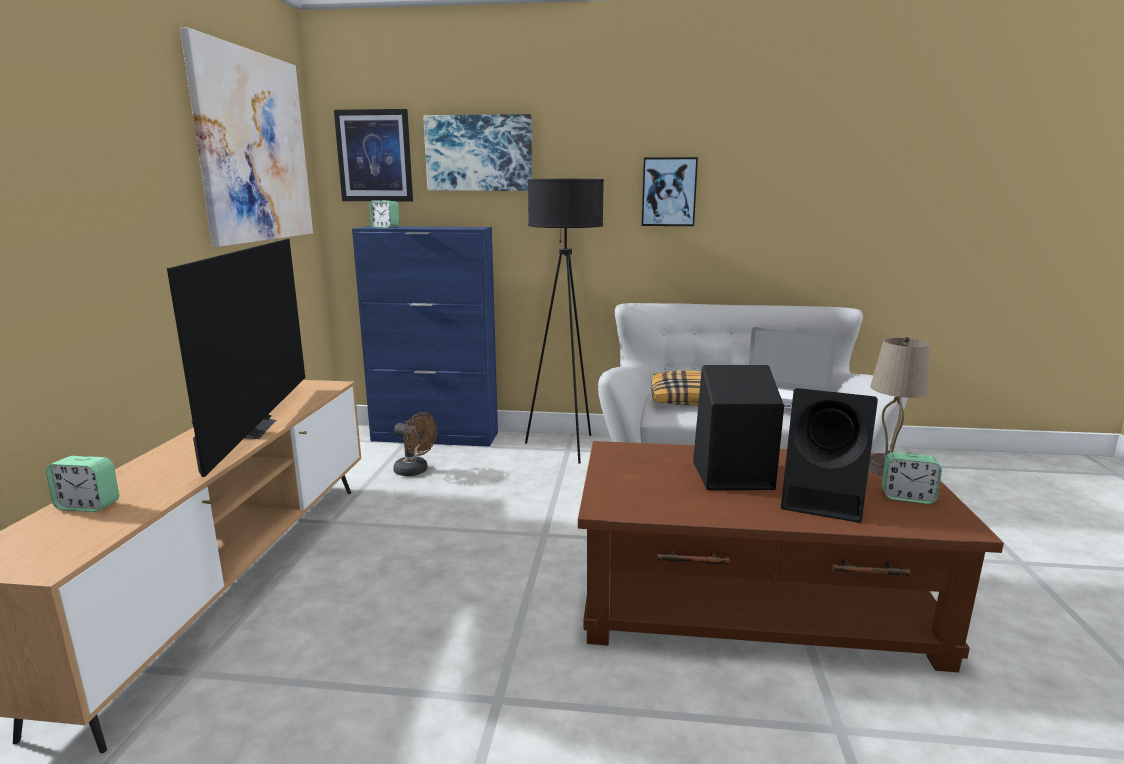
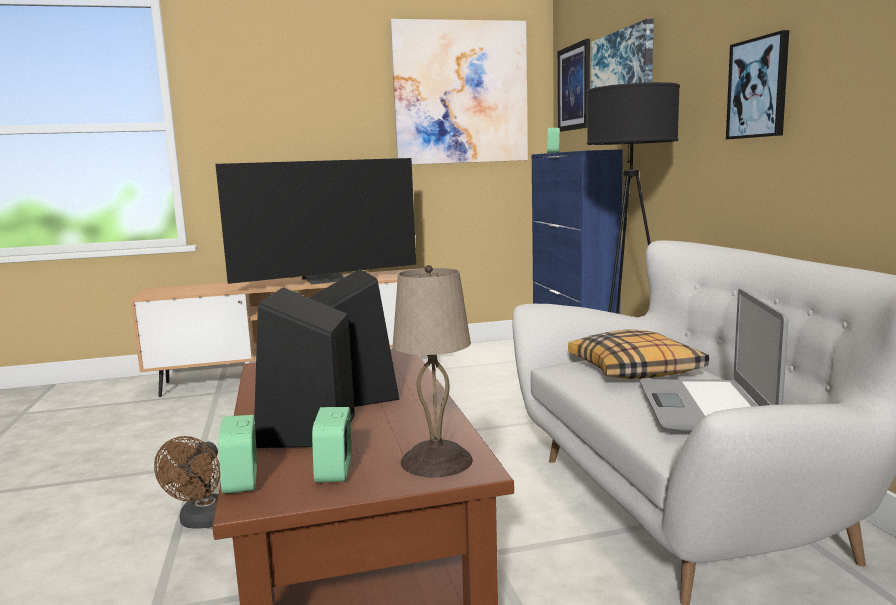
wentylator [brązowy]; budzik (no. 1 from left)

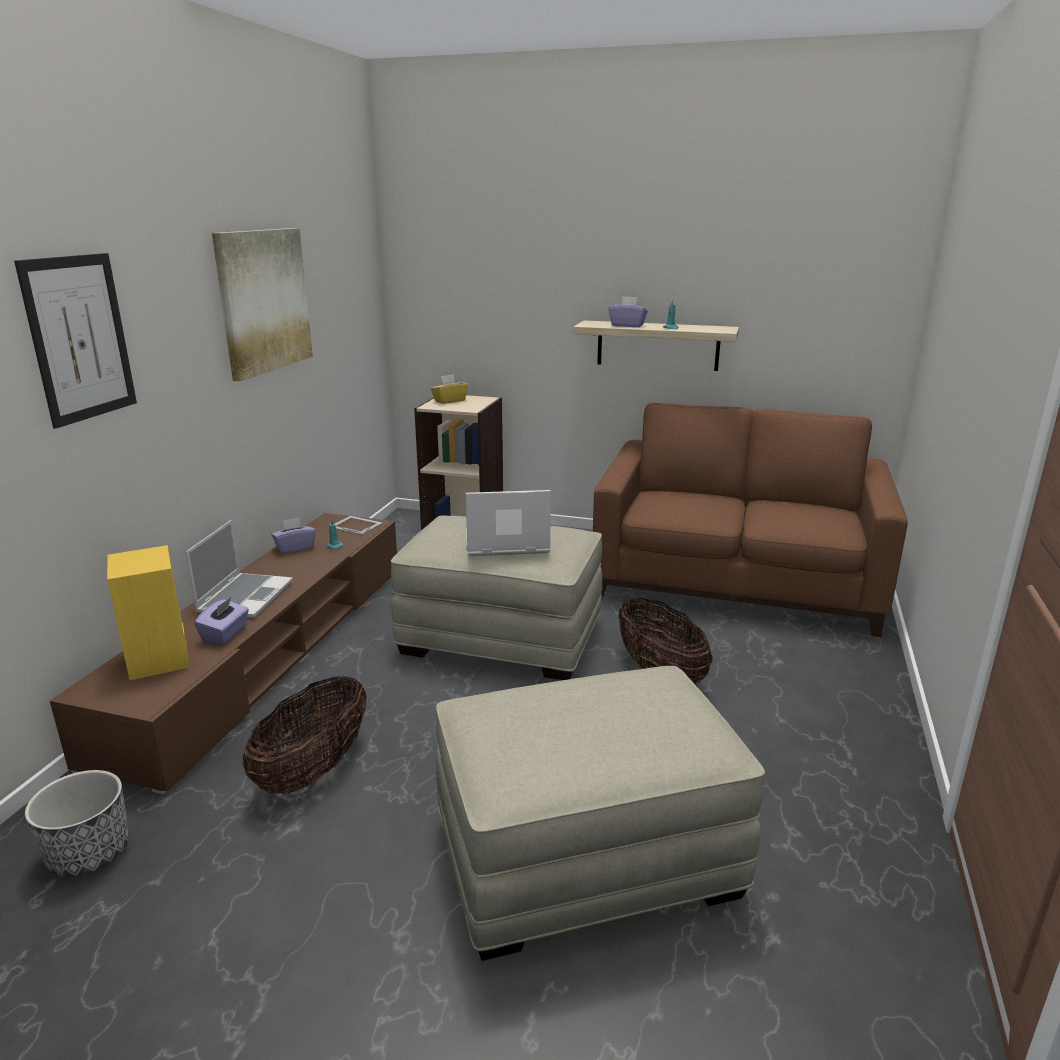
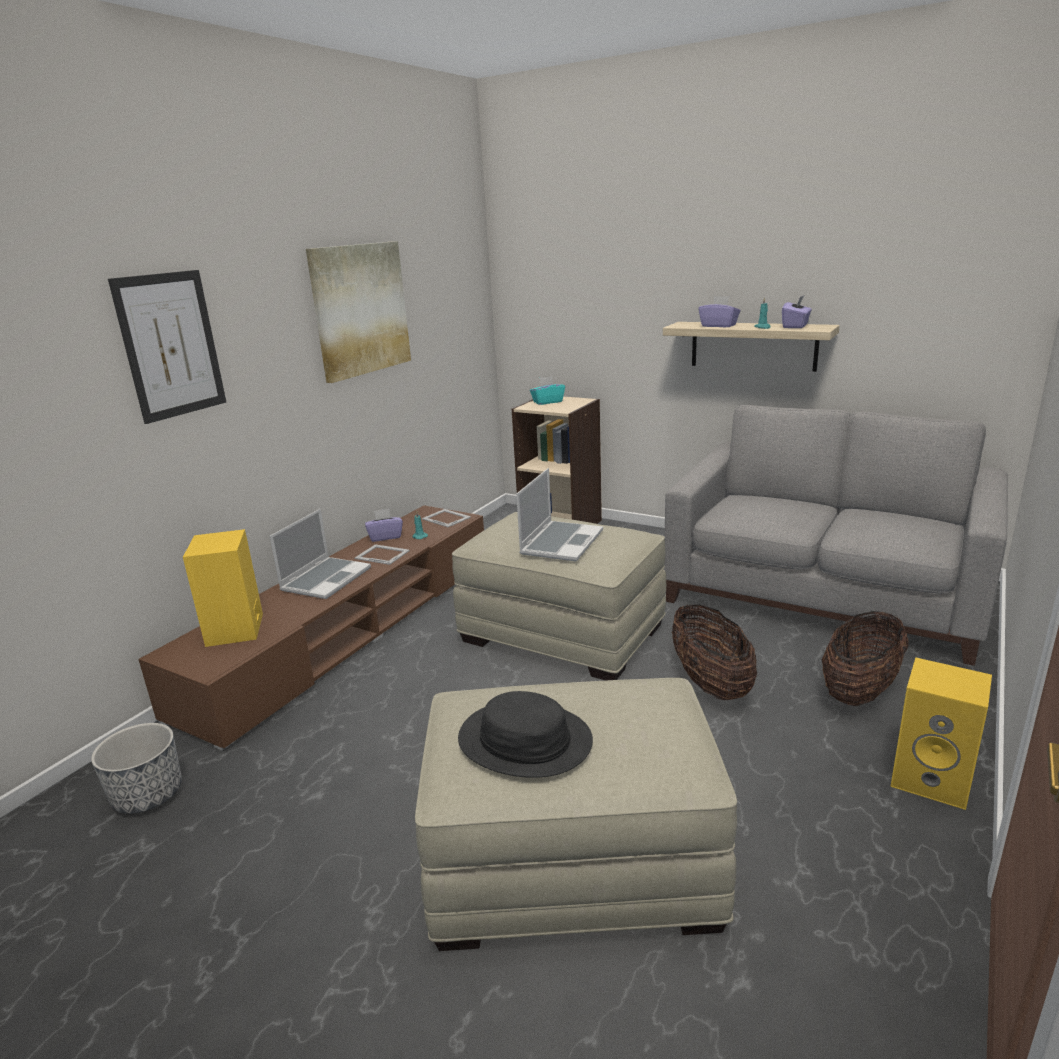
ramka na zdjęcie (no. 1 from left); kapelusz [czarny]; laptop (no. 2 from left); pudełko chusteczek [turkusowy]; kanapa [szary]; pudełko chusteczek [fioletowy] (no. 3 from left); koszyk (no. 2 from left); głośnik [żółty] (no. 2 from left)

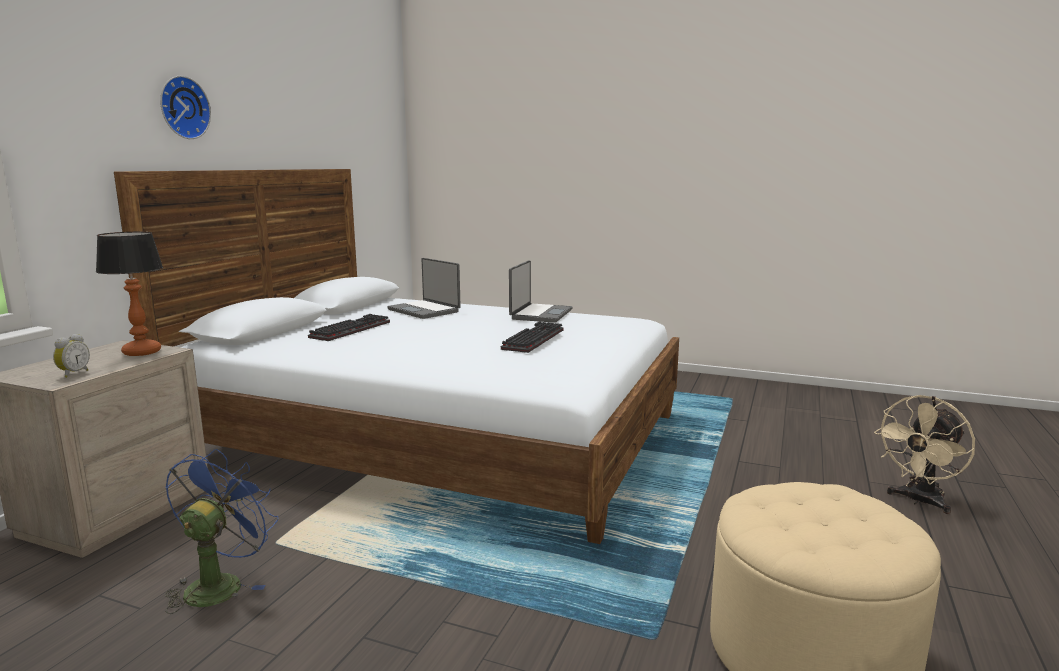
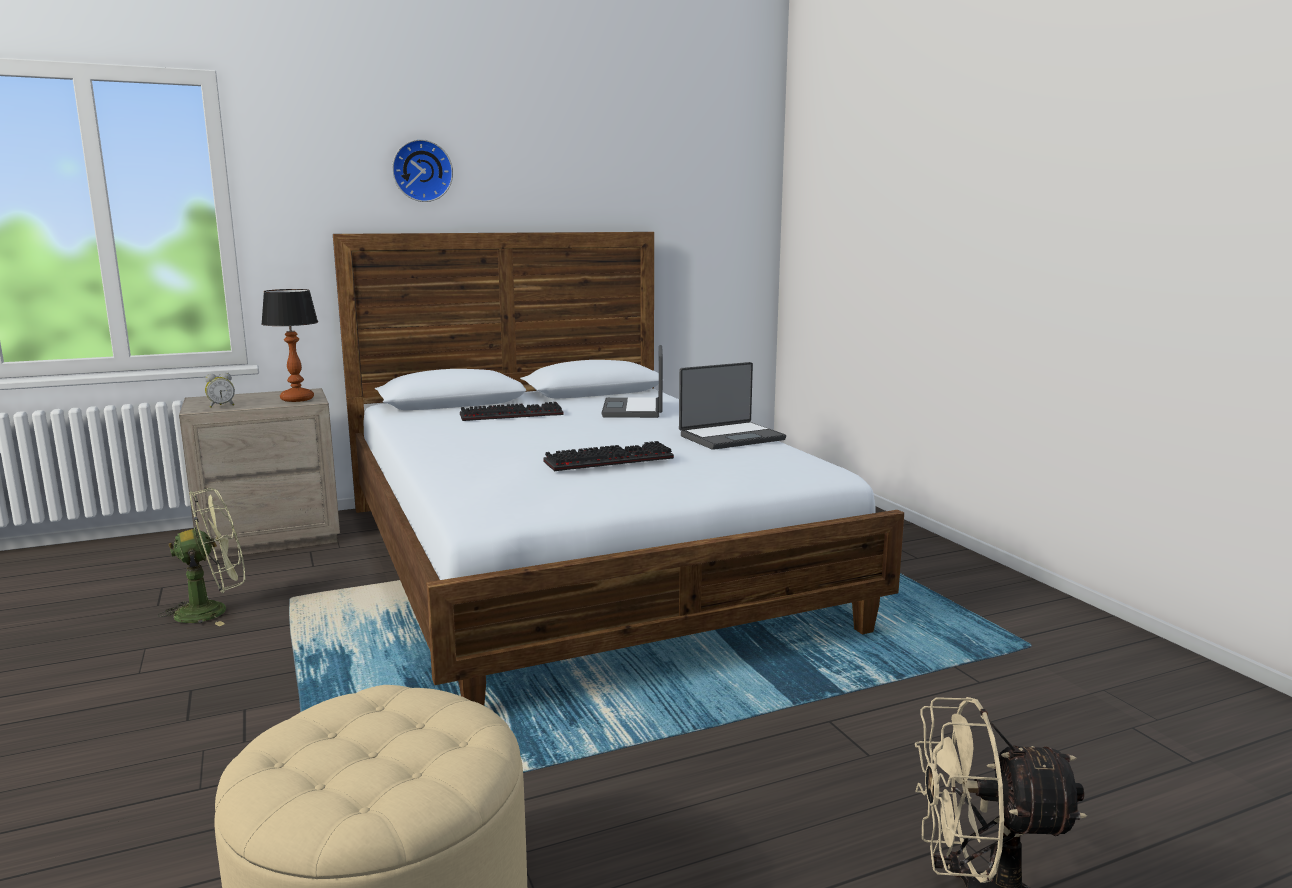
wentylator [zielony]

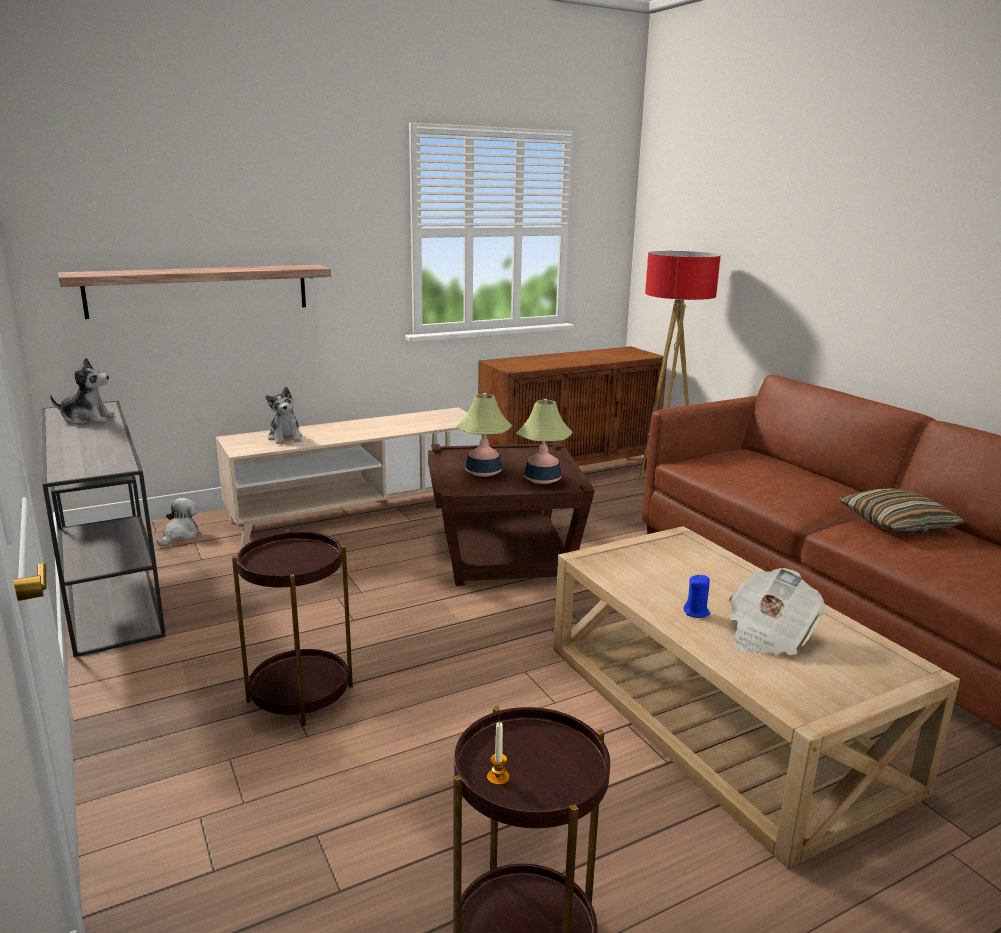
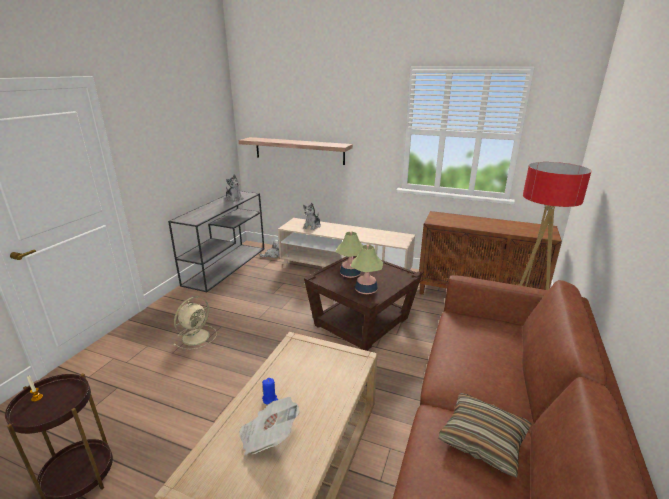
wentylator [beżowy]

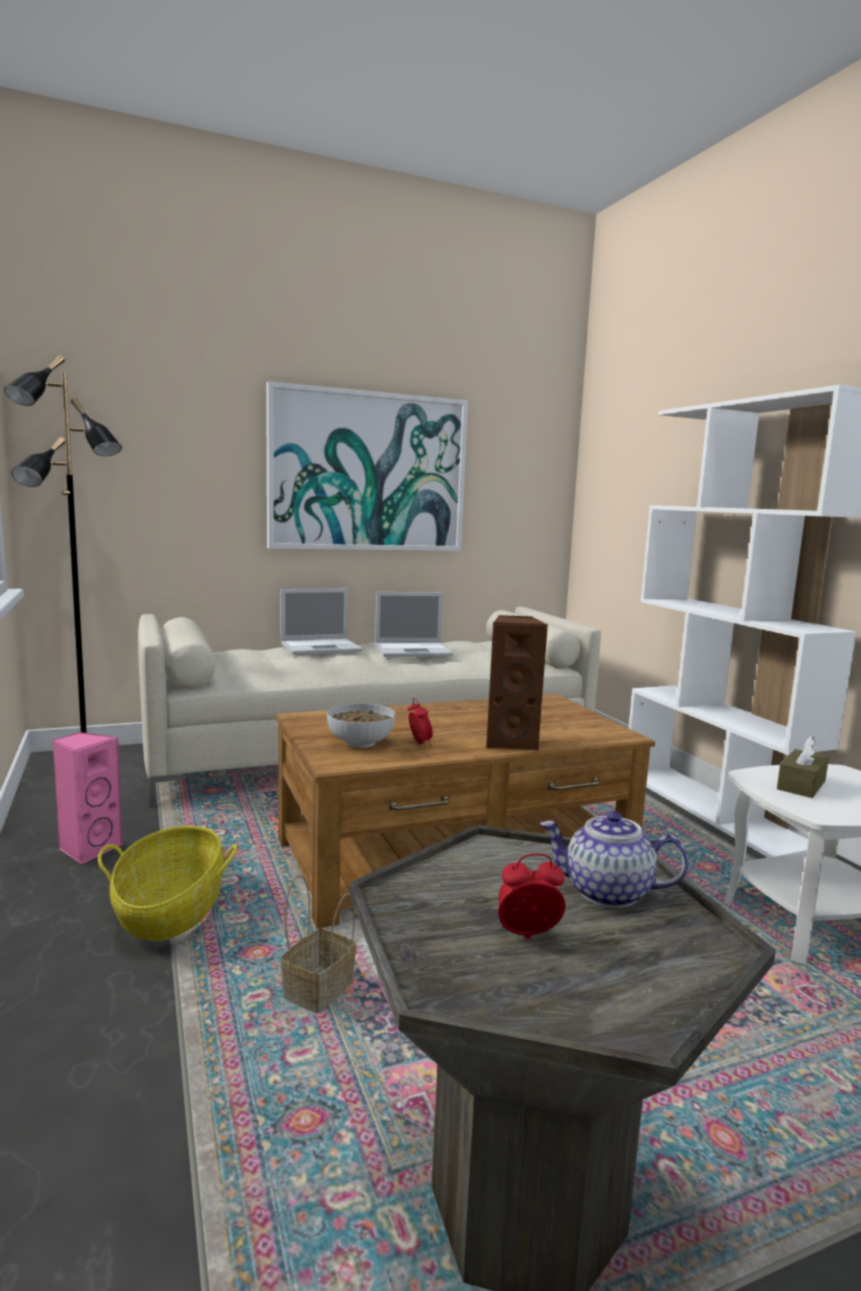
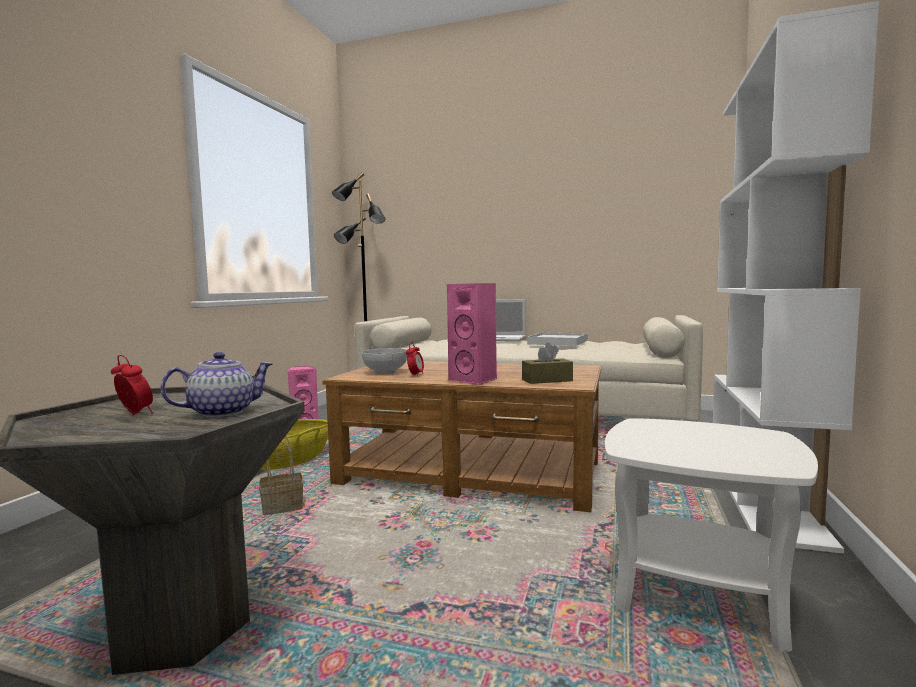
imbryk; głośnik [różowy] (no. 2 from left); pudełko chusteczek [brązowy]; taca [biały]; obraz

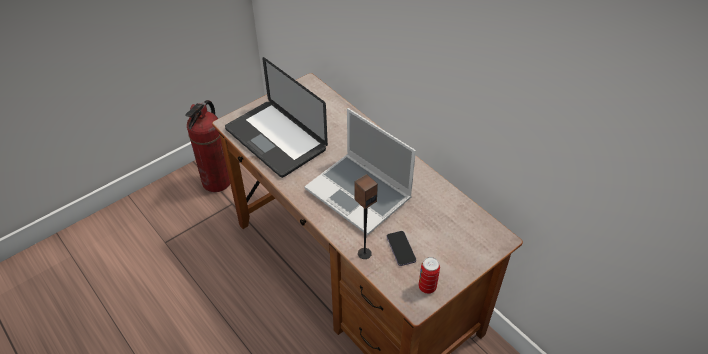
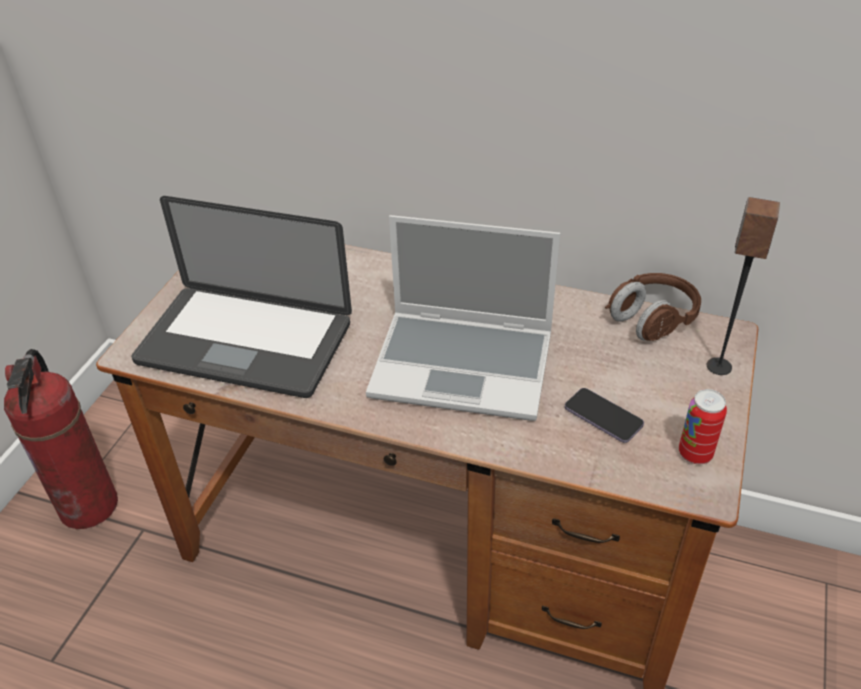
słuchawki [brązowy]; głośnik

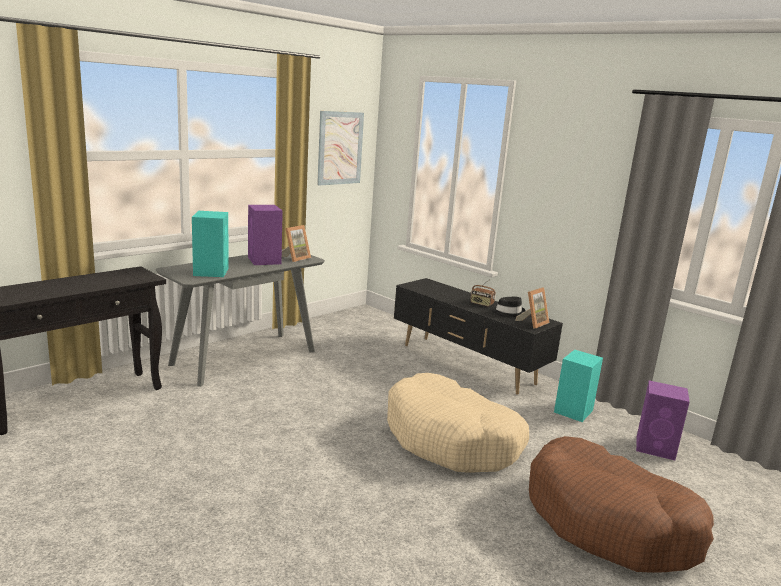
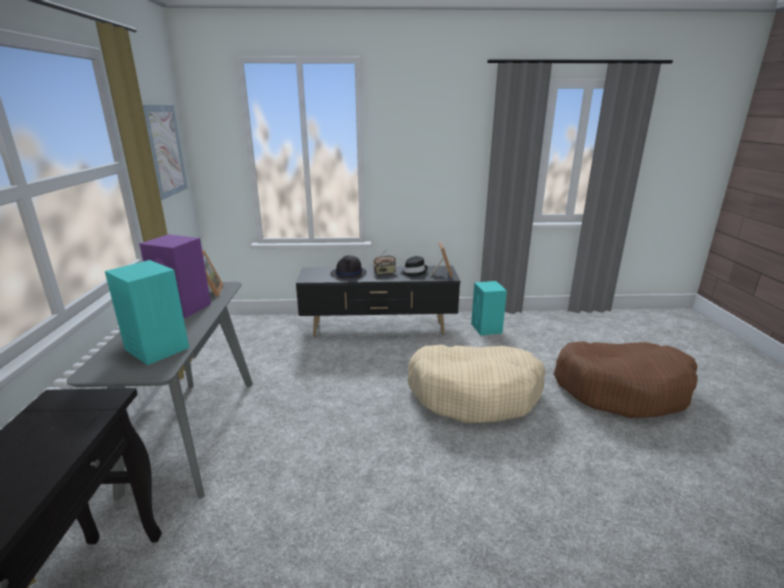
kapelusz [czarny] (no. 1 from left); głośnik [fioletowy] (no. 2 from left in the first image)

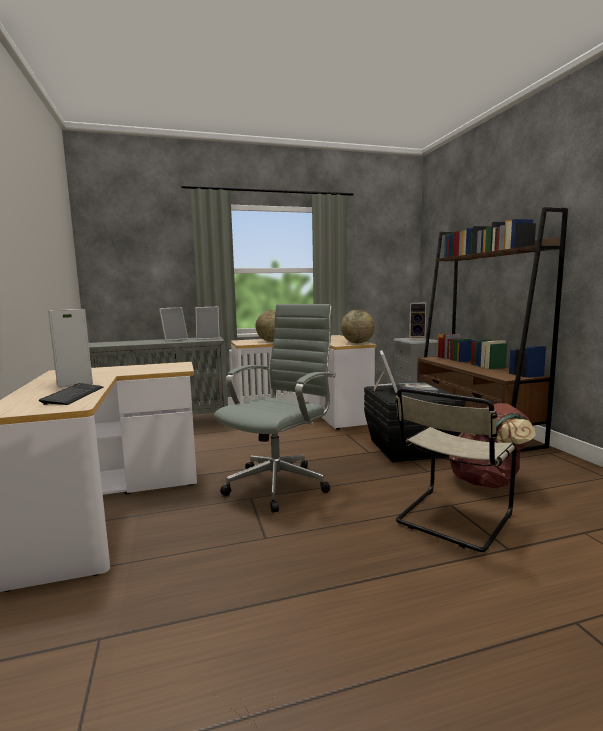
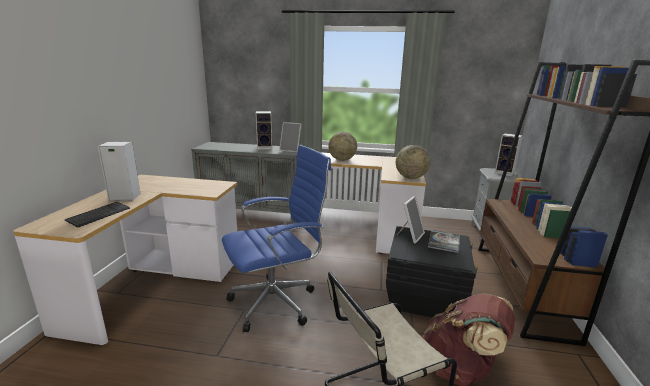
krzesło biurowe [niebieski]; głośnik (no. 2 from left)

